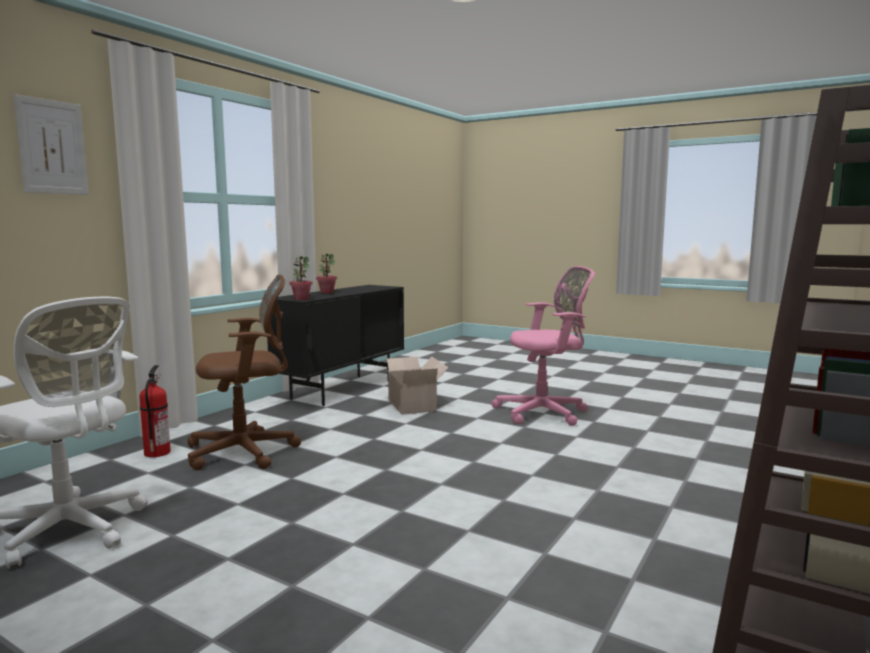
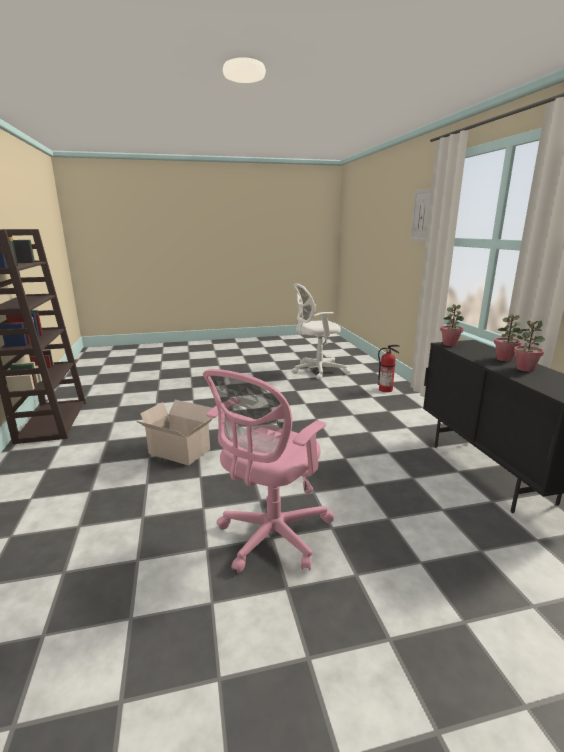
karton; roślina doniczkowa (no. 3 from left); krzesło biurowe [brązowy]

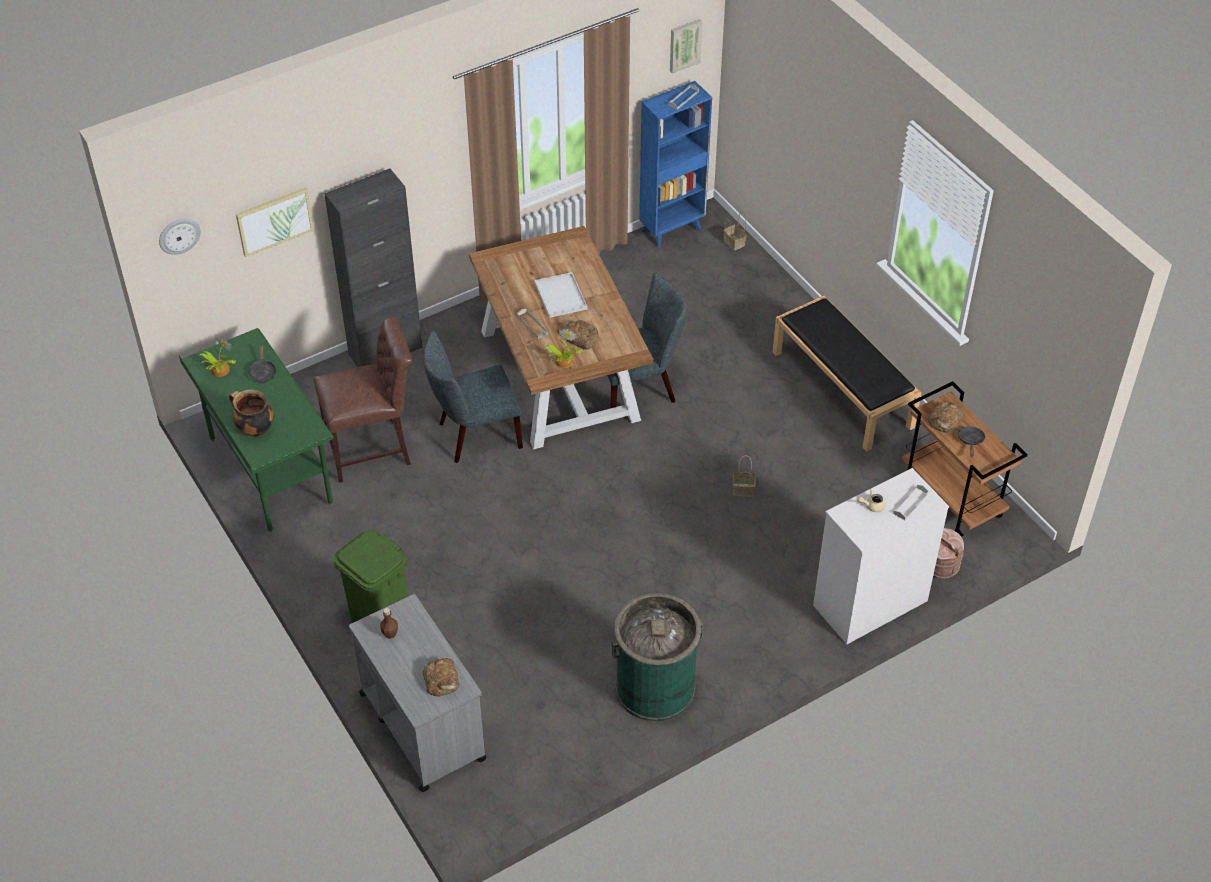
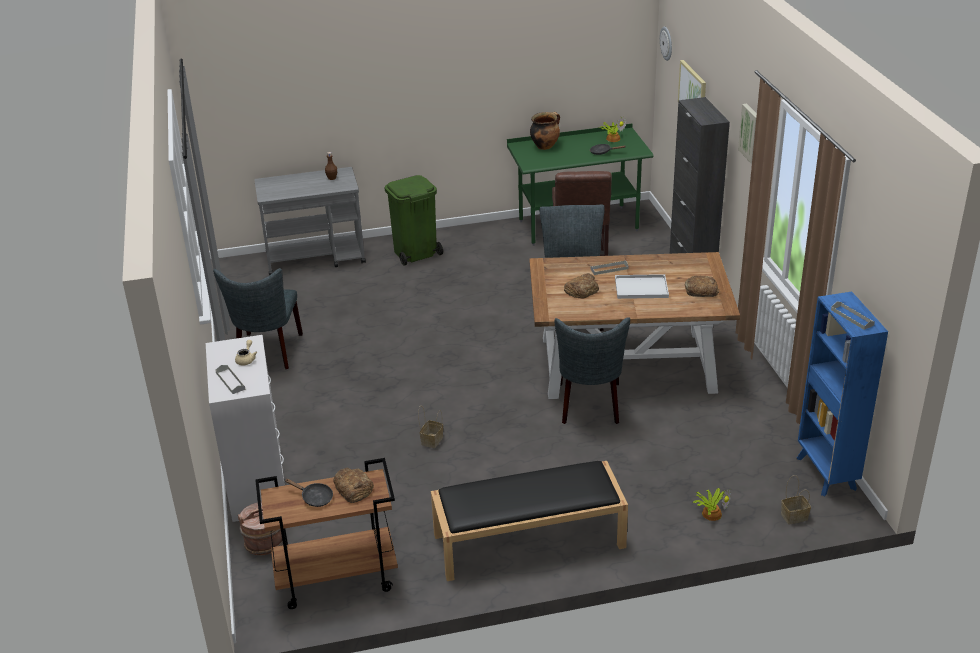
krzesło [szary] (no. 1 from left); chleb (no. 3 from left); roślina doniczkowa (no. 2 from left); obraz (no. 2 from left)

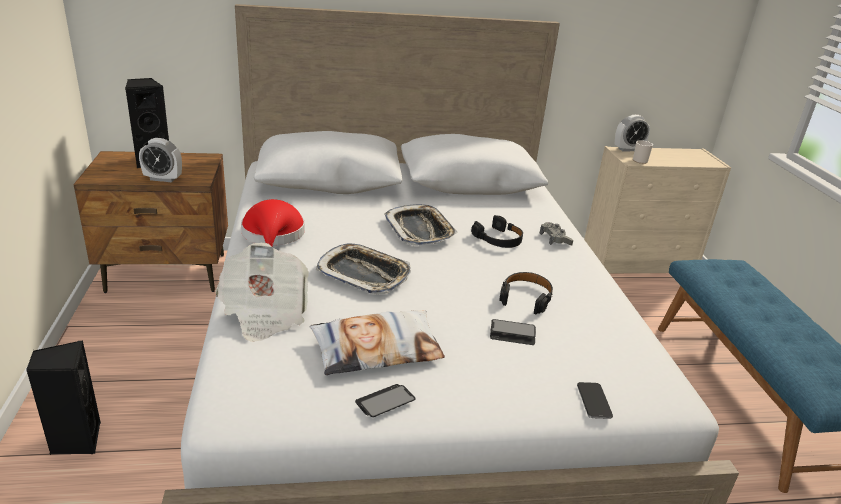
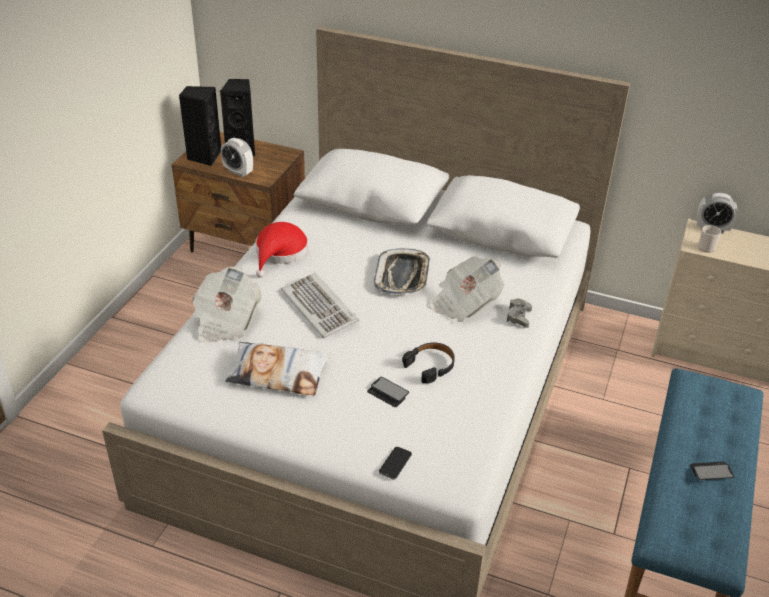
głośnik [czarny] (no. 1 from left); klawiatura; gazeta (no. 2 from left); telefon (no. 3 from left)

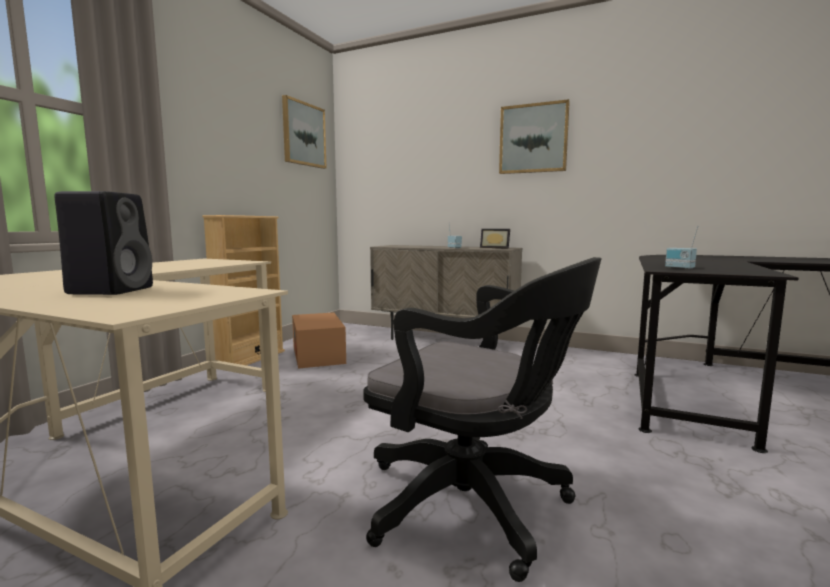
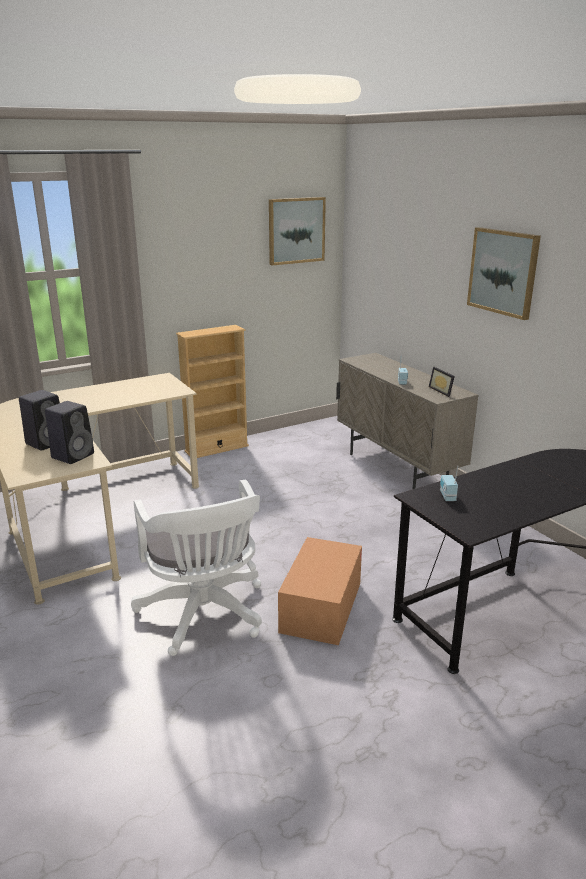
głośnik [czarny] (no. 2 from left); krzesło biurowe [biały]; karton

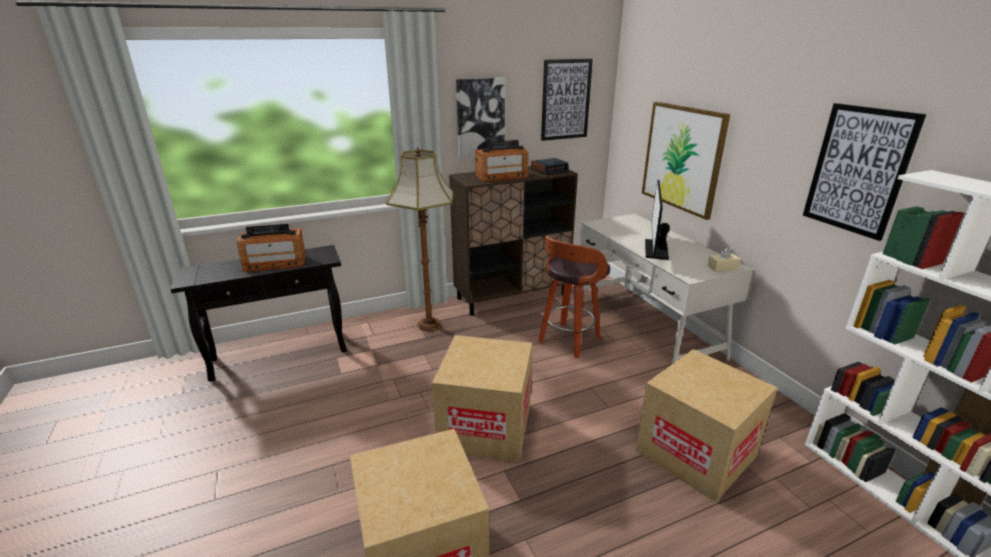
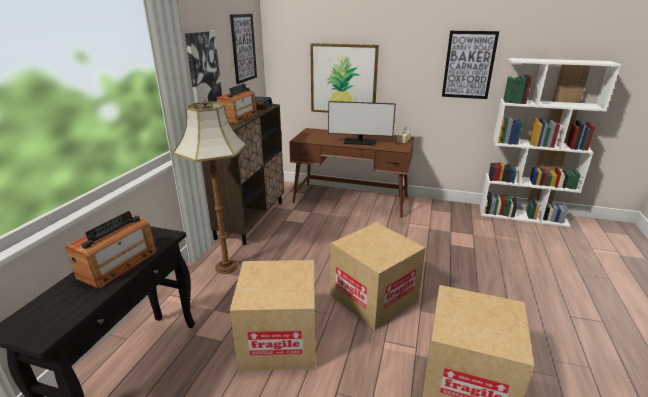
karton (no. 1 from left); biurko [brązowy]; monitor; stołek

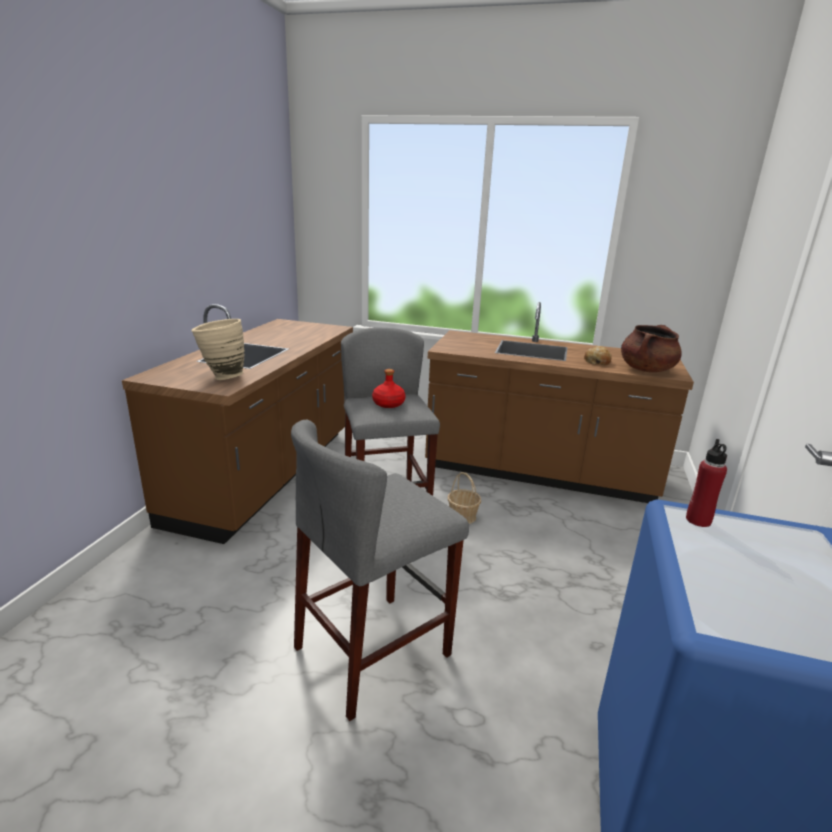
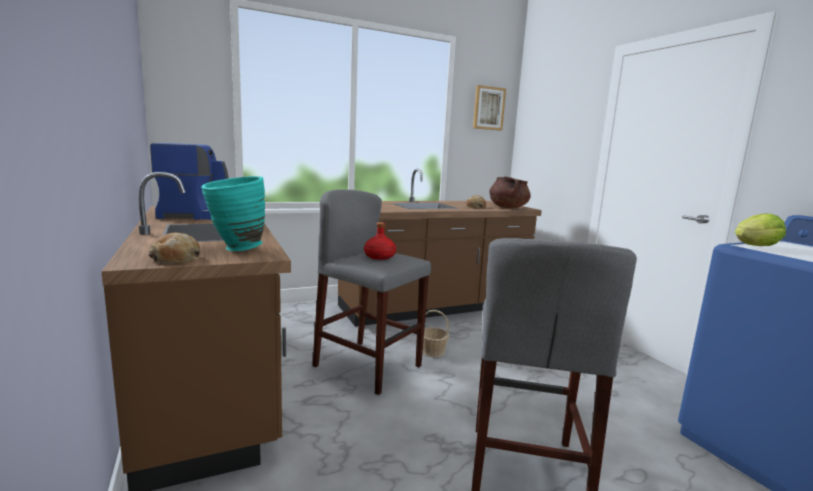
chleb (no. 1 from left); ekspres do kawy; wazon [turkusowy]; obraz; sałata

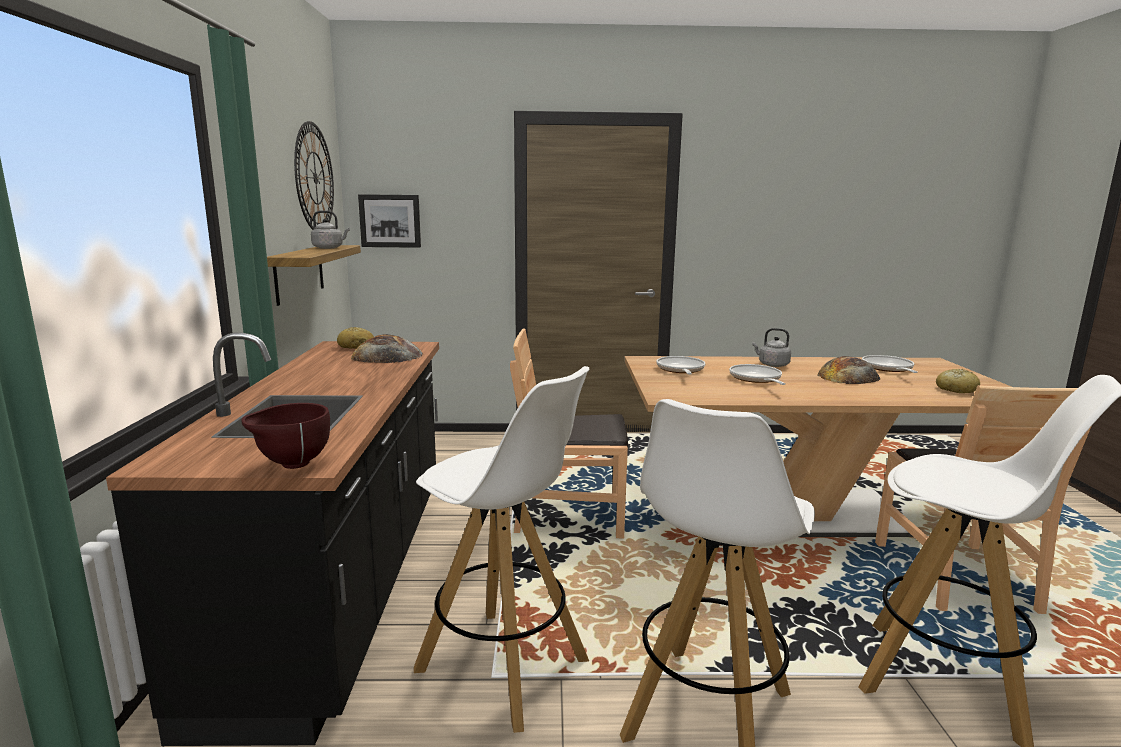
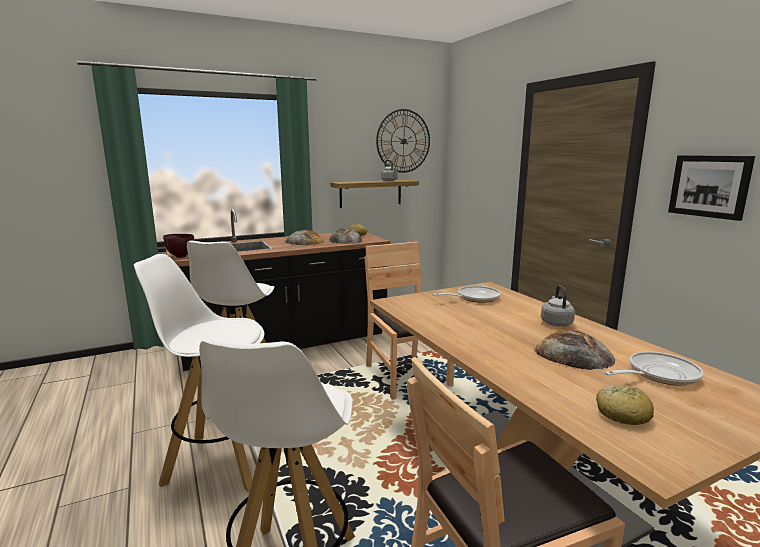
chleb (no. 1 from left); obraz; patelnia (no. 2 from left in the first image)

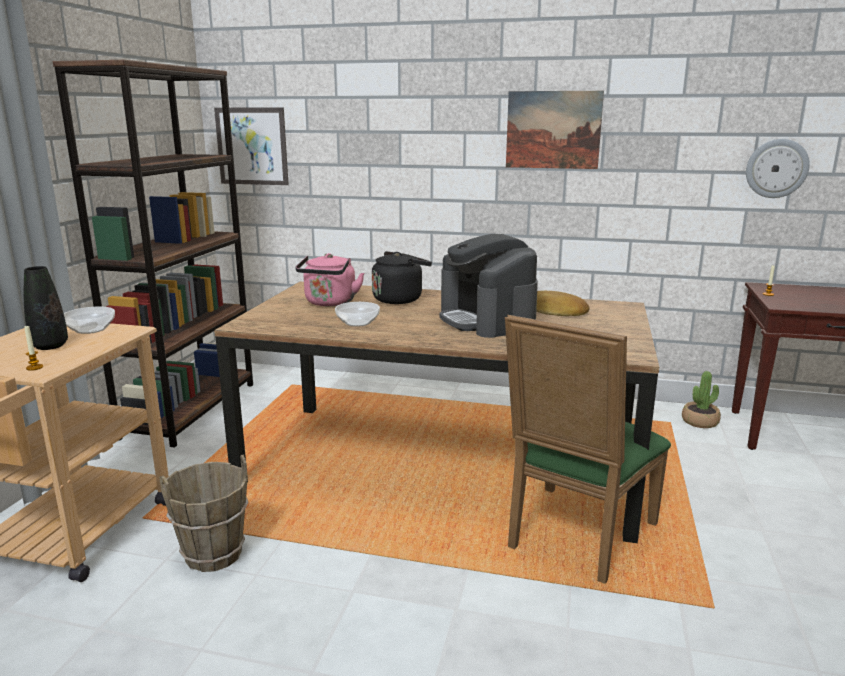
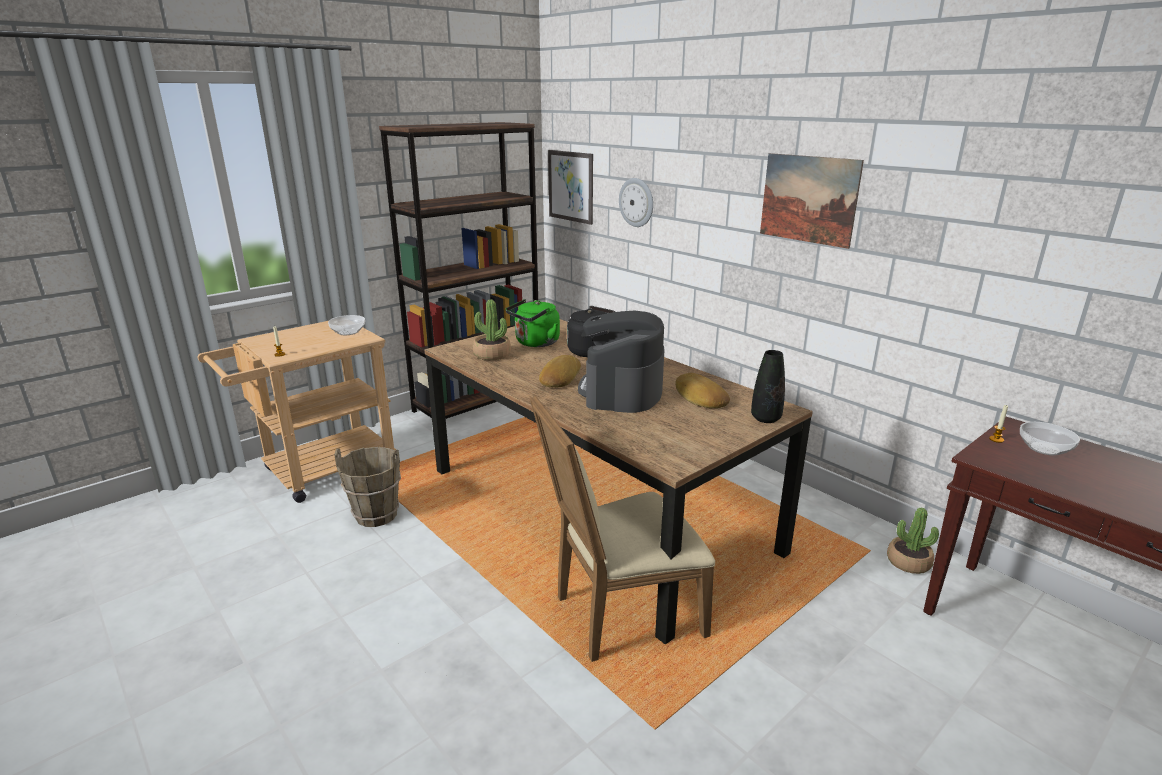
roślina doniczkowa (no. 1 from left); czajnik [zielony]; krzesło [beżowy]; chleb (no. 1 from left); zegar ścienny; wazon [czarny]; miska (no. 2 from left)

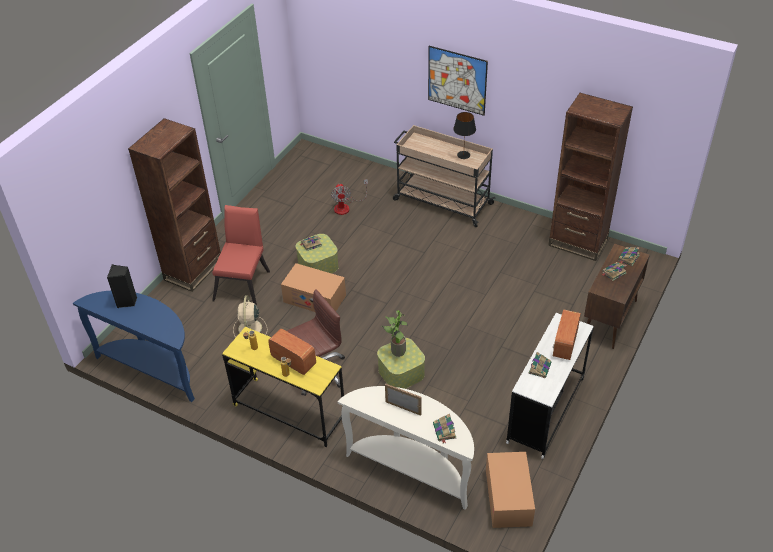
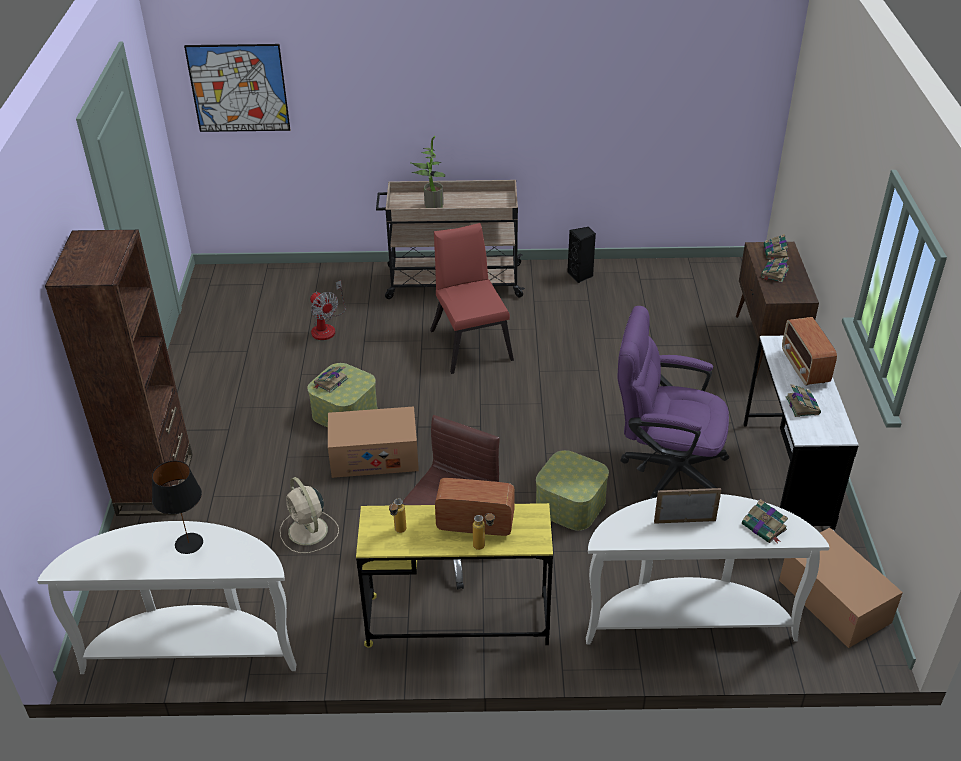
stolik konsolowy [biały] (no. 1 from left); lampa stołowa [czarny]; obraz; roślina doniczkowa; krzesło [czerwony]; głośnik [czarny]; krzesło biurowe [fioletowy]; regał [brązowy] (no. 2 from left in the first image)

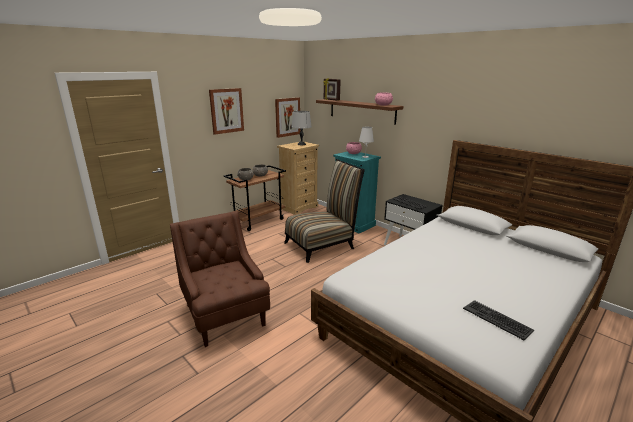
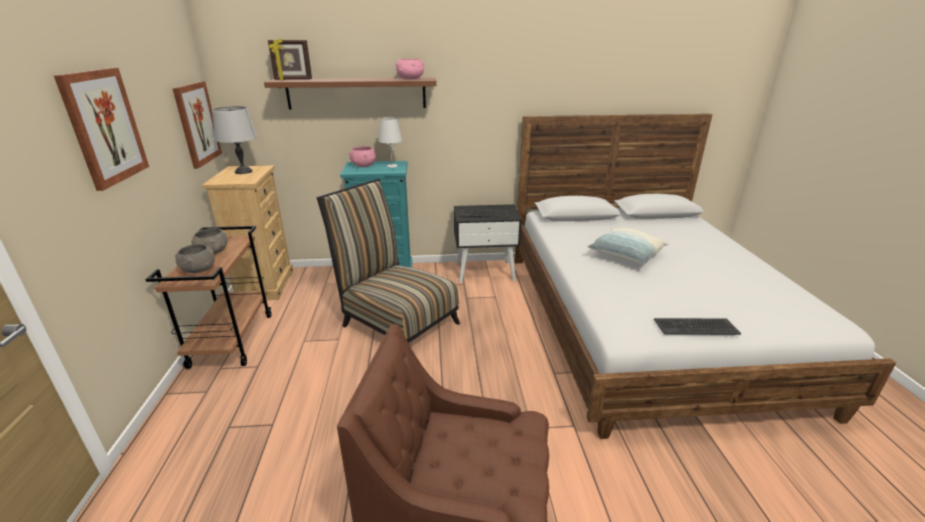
krzesło; poduszka; klawiatura (no. 2 from left)

